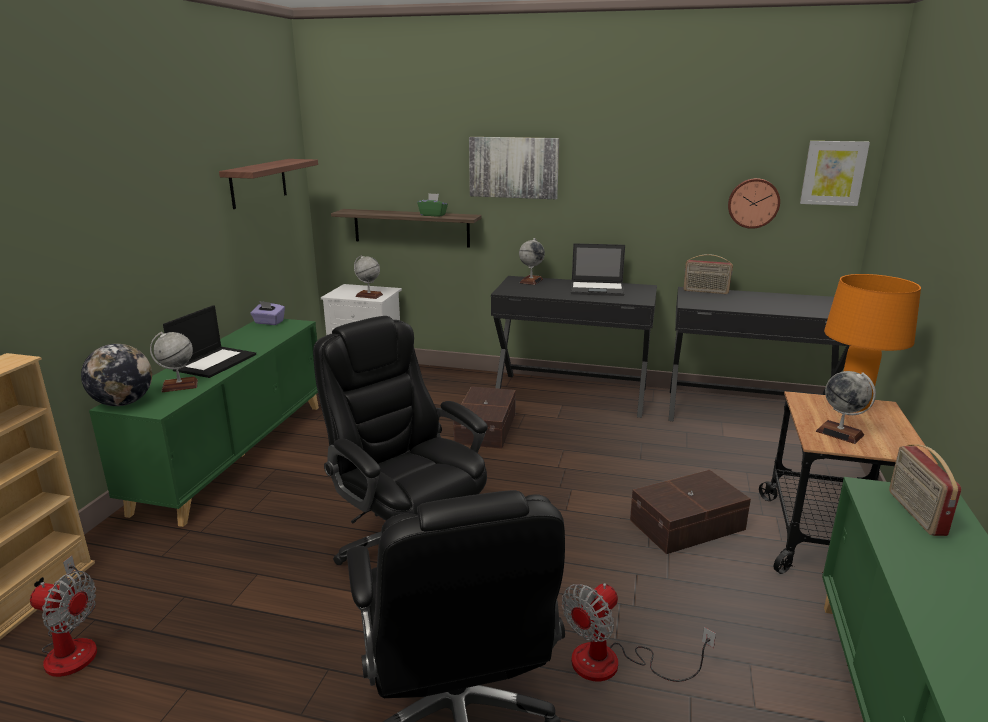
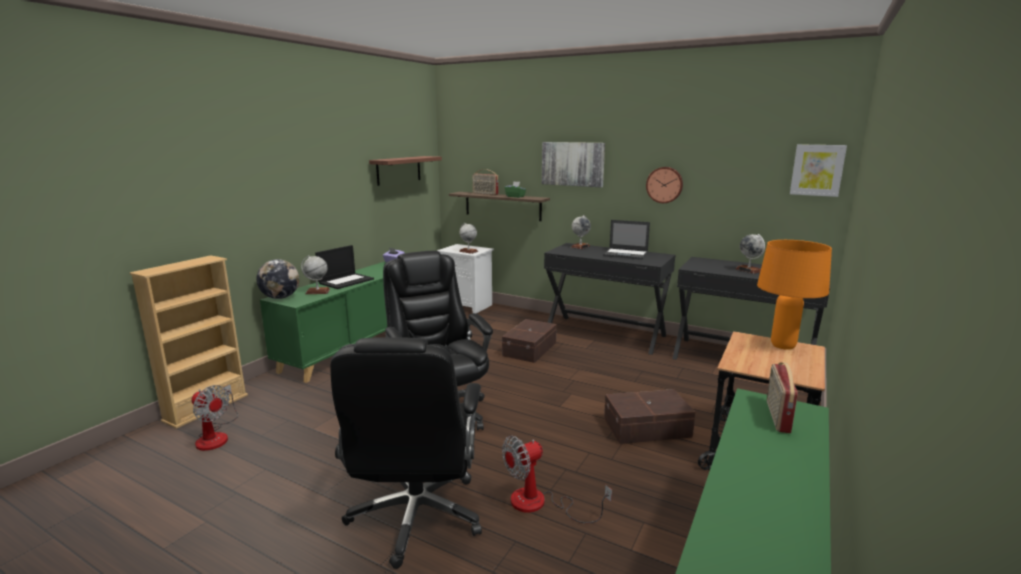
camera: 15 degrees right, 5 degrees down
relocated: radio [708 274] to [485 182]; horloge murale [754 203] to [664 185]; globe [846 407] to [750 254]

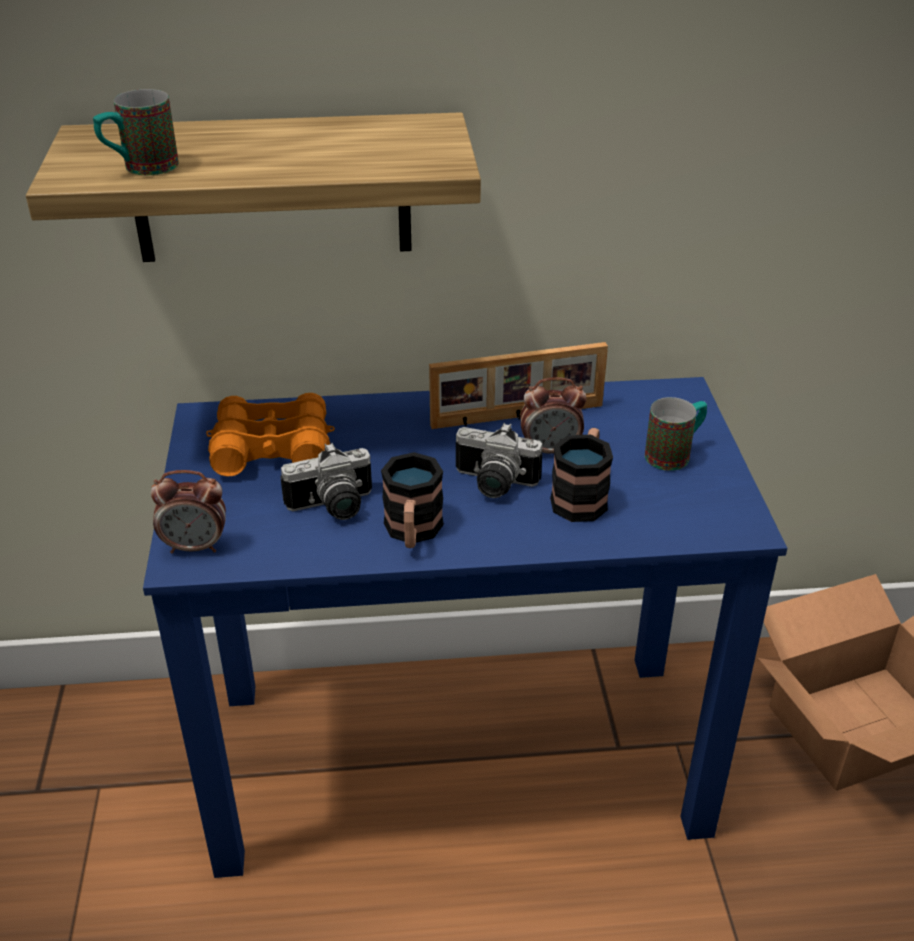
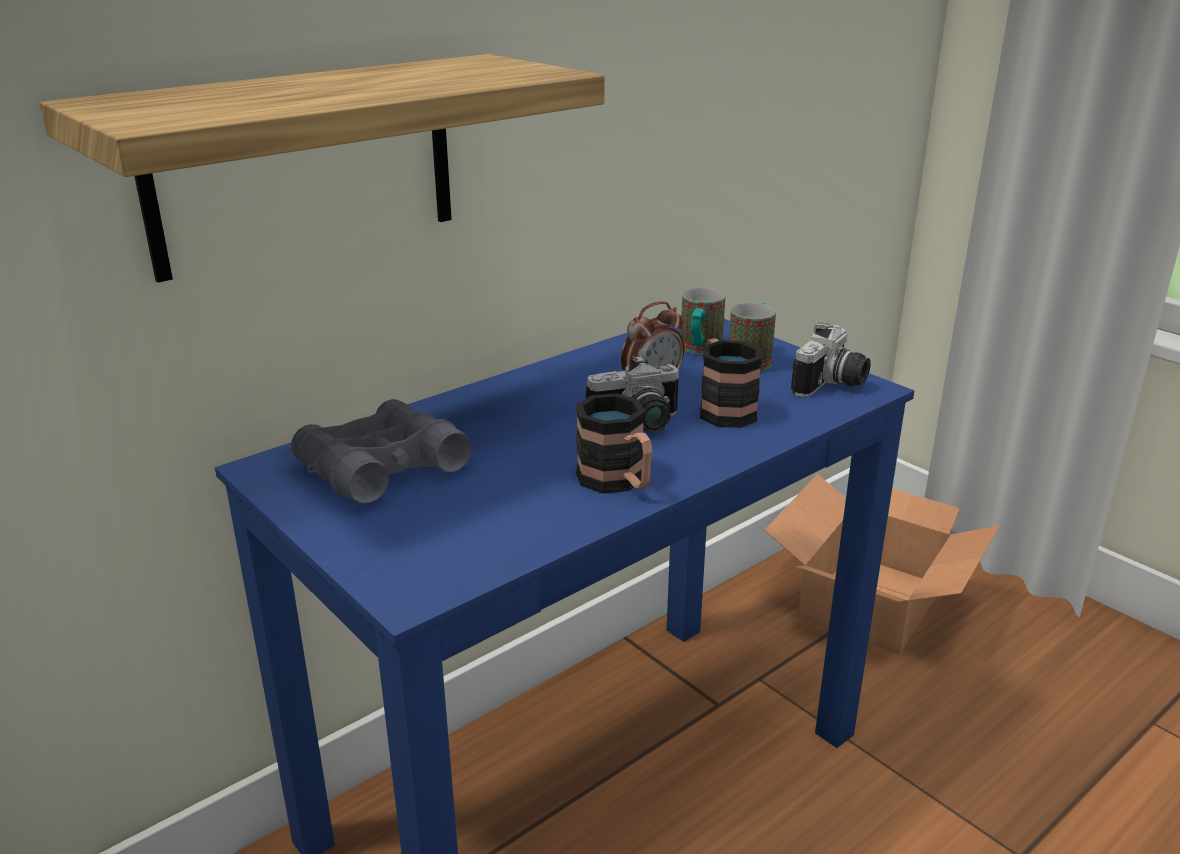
camera: 35 degrees left, 10 degrees down
missing: réveil [188 511]; cadre photo [518 385]
relocated: mug [136 132] to [703 321]; appareil photo [326 481] to [831 359]
colour: jumelles [orange] [270 435] to jumelles [gris] [381 451]

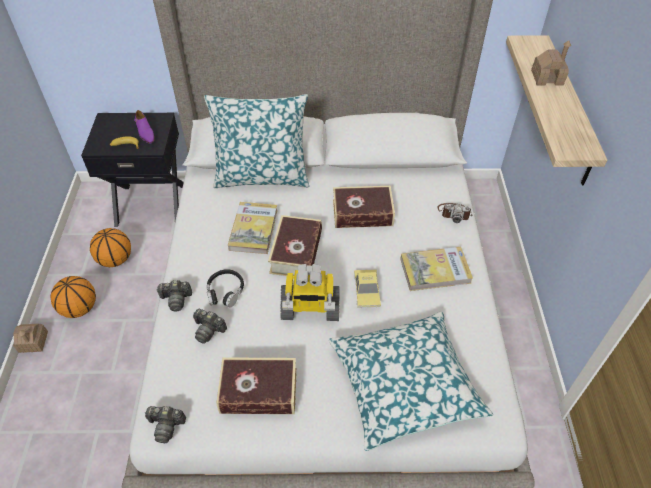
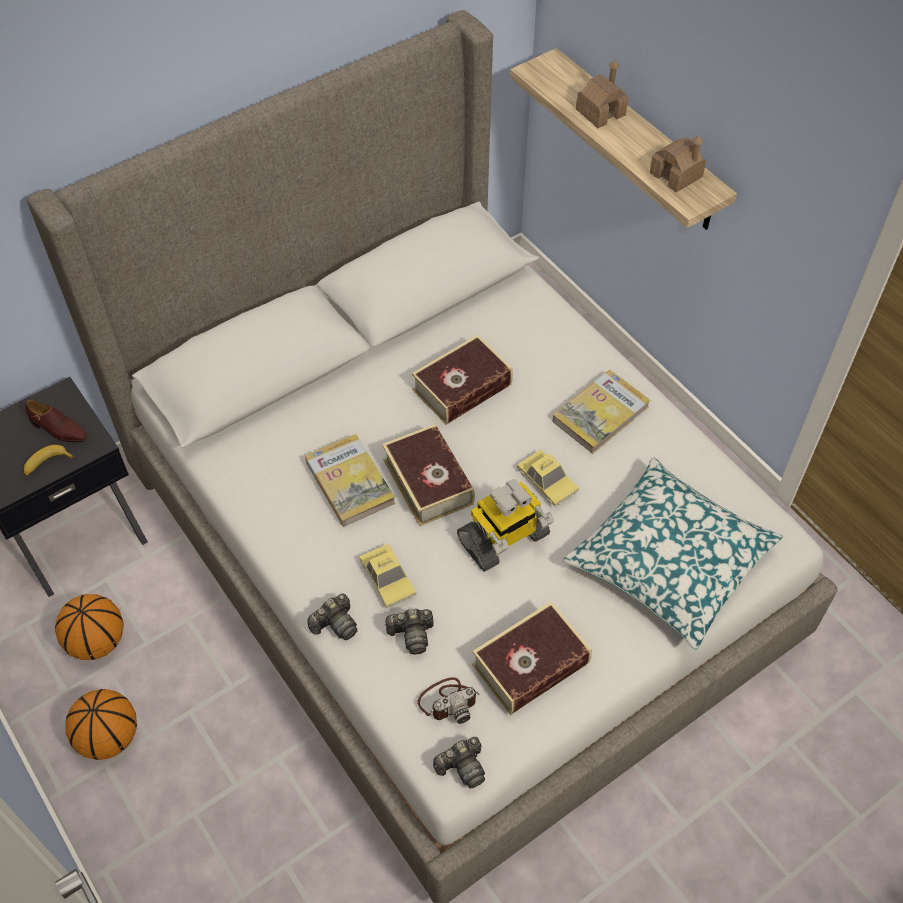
camera: 35 degrees left, 5 degrees up
missing: coussin [256 141]
relocated: maison miniature [30 338] to [678 164]; appareil photo [455 213] to [448 700]
exchanged: casque audio [noir] [225 288] to petite voiture [387 576]
colour: chaussure [violet] [144 127] to chaussure [marron] [56 421]

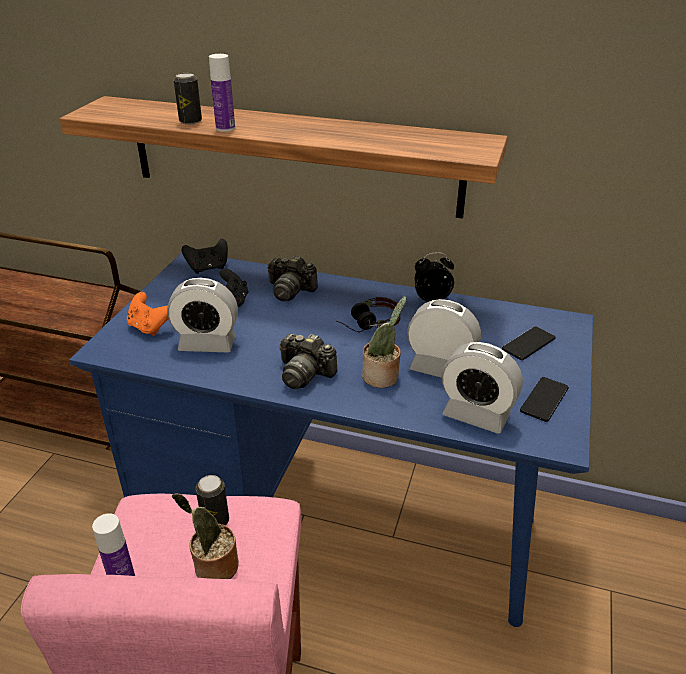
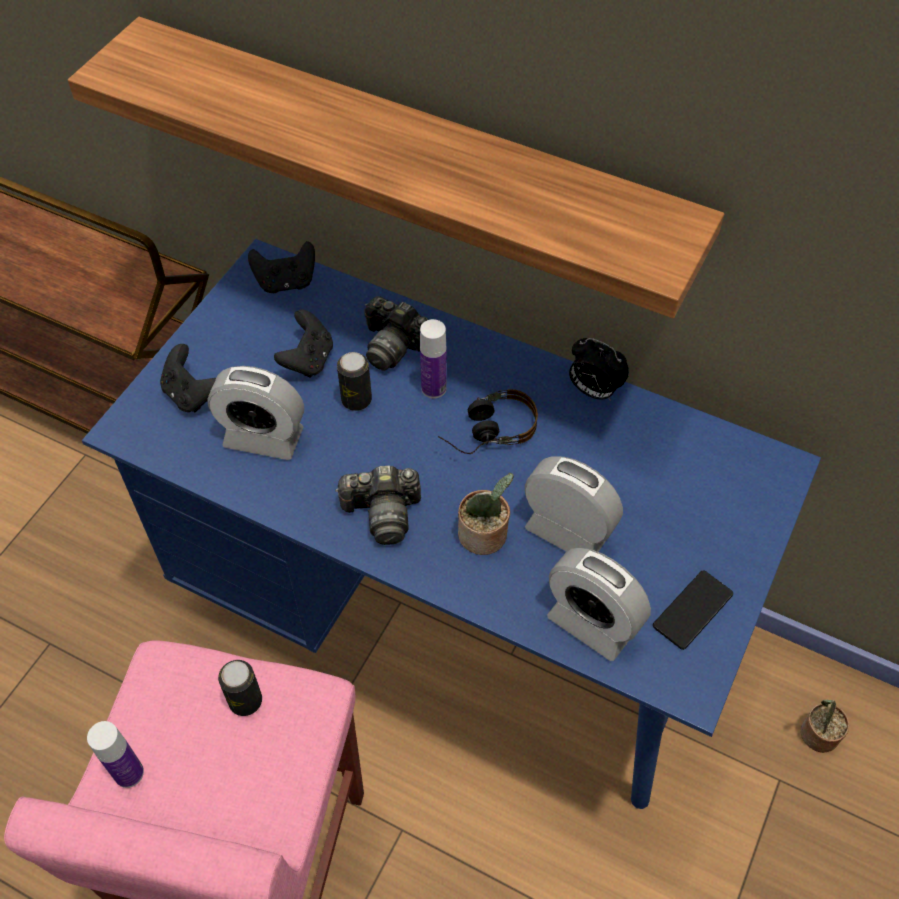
camera: 10 degrees right, 20 degrees up
missing: téléphone [529 343]
relocated: plante en pot [205 536] to [825 726]; boîte métallique [188 98] to [354 381]; bouteille [222 93] to [433 359]
colour: manette [orange] [148 314] to manette [noir] [188 378]
spun: appareil photo [309 361] = [378 505] 45 degrees counterclockwise; réveil [434 277] = [599 369] 150 degrees counterclockwise

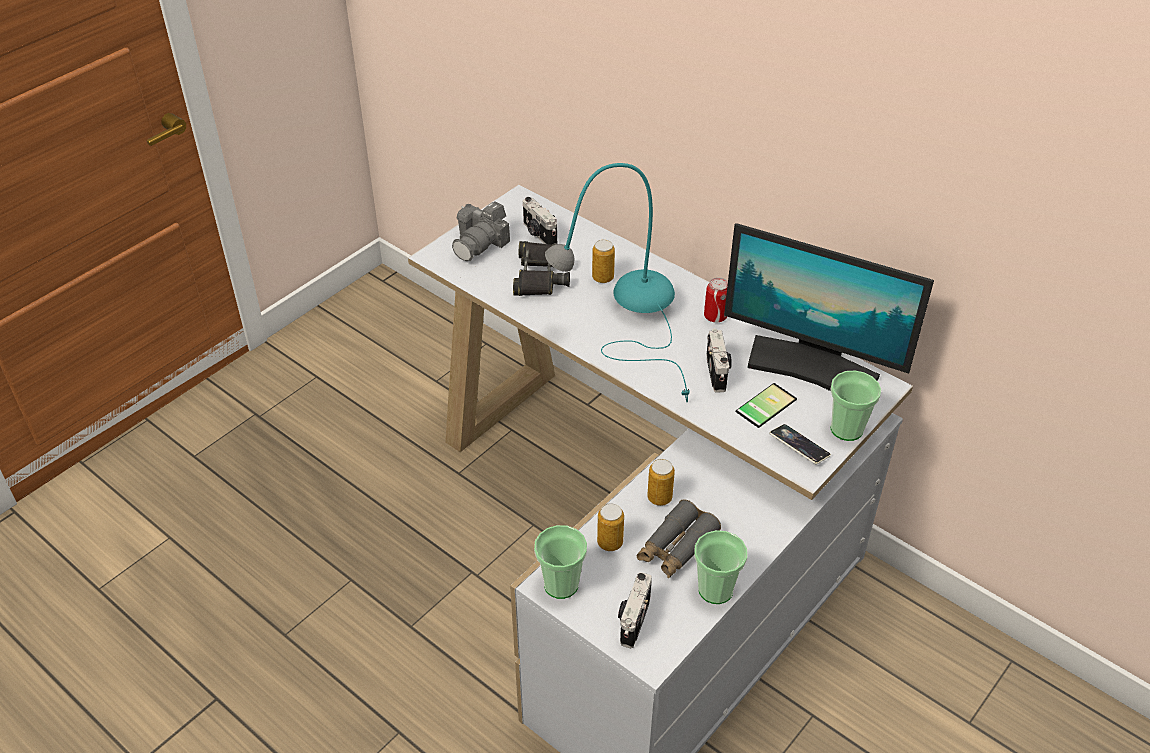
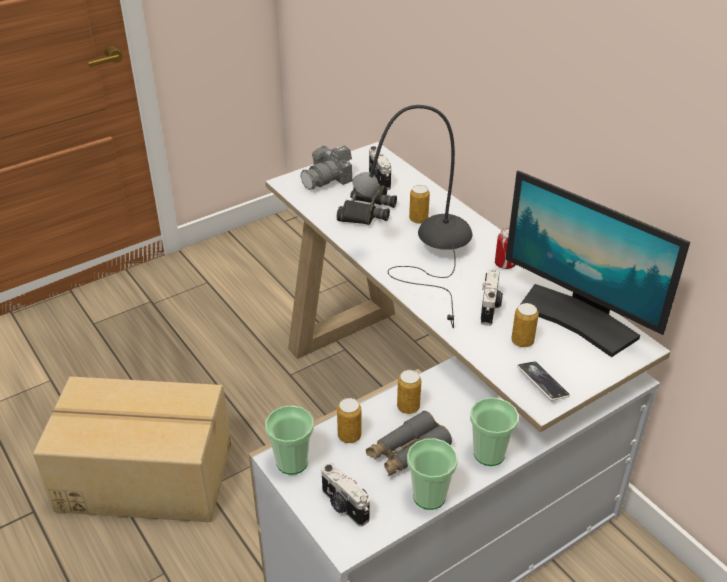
camera: 15 degrees right, 5 degrees down
appeared: carton [132 449]
relocated: tasse [855 405] to [494 431]
exchanged: téléphone [766 405] to boîte métallique [525 325]
colour: lampe de table [turquoise] [617 282] to lampe de table [gris] [412 216]
spun: appareil photo [635 610] = [345 495] 75 degrees counterclockwise

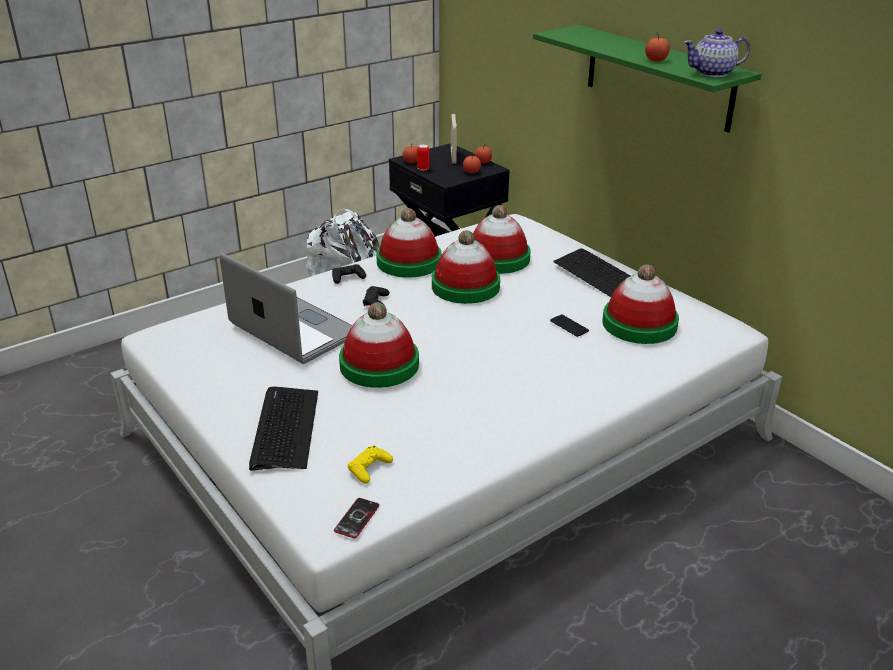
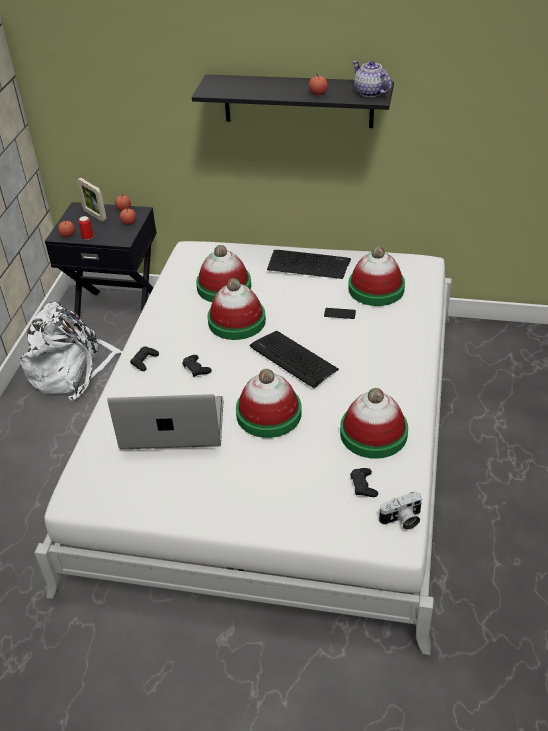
camera: 40 degrees left, 10 degrees up
relocated: clavier [283 428] to [294 359]; chapeau [409 243] to [374 423]
exchanged: téléphone [356 518] to appareil photo [400 511]
colour: manette [jaune] [370 465] to manette [noir] [364 482]; étagère [vert] [647 78] to étagère [noir] [293 101]
spun: théière [716 53] = [372 78] 105 degrees clockwise

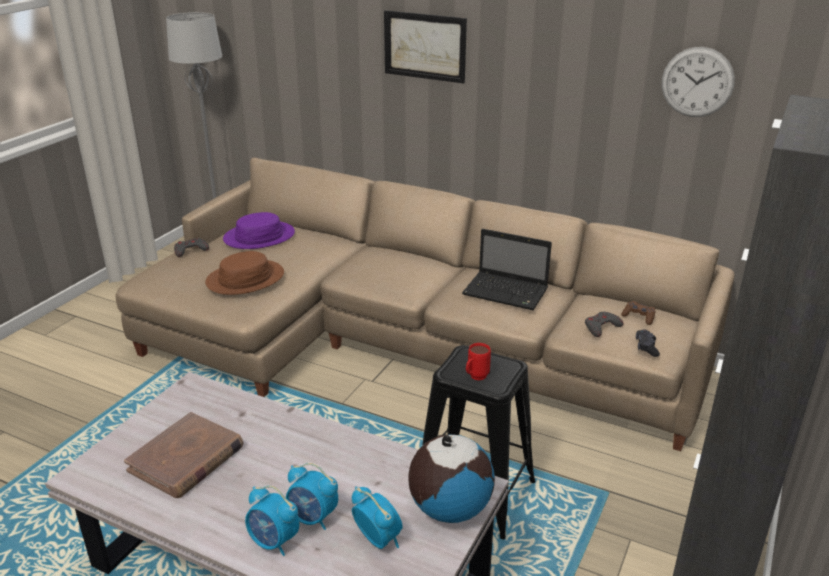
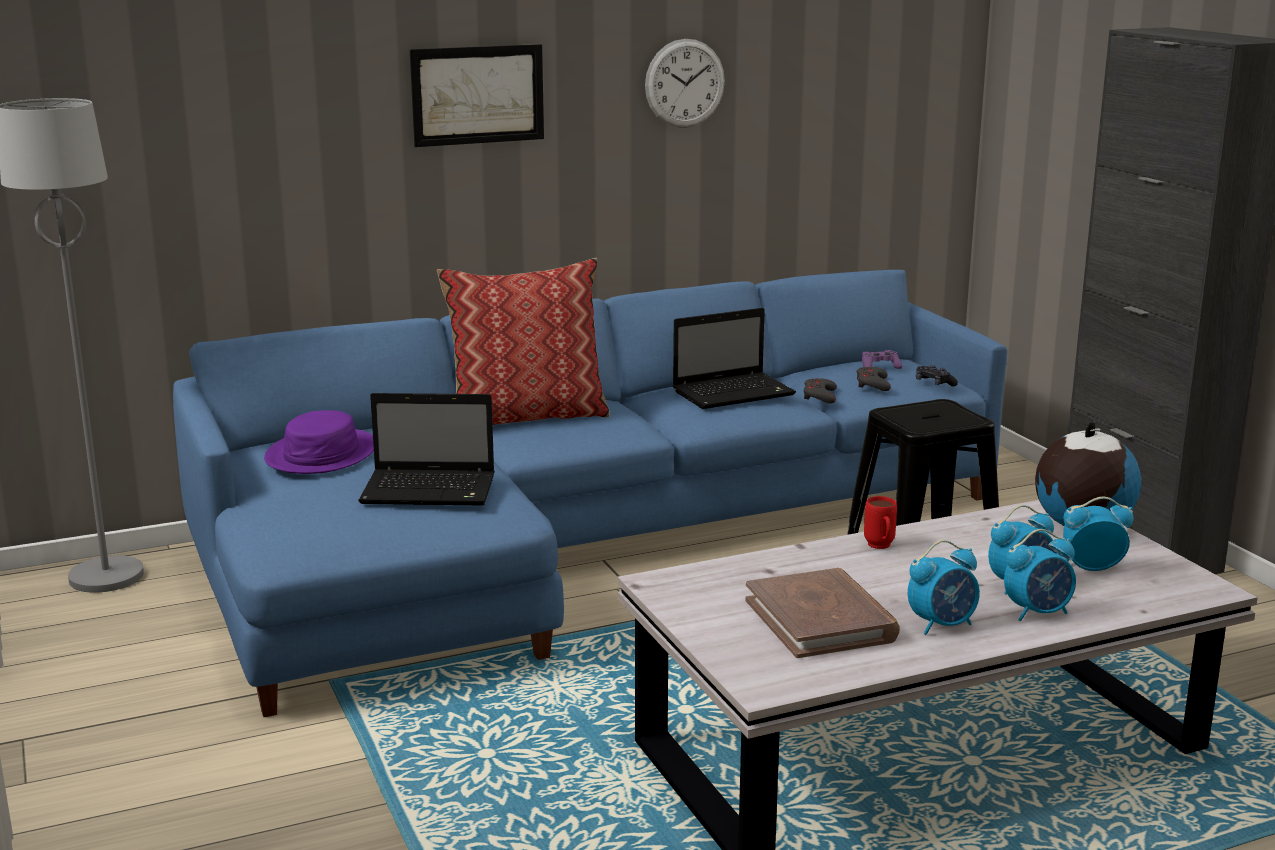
camera: 50 degrees left, 10 degrees down
appeared: coussin [523 341]; réveil [944 587]
relocated: manette [gris] [191 247] to [820 391]; mug [rouge] [478 361] to [880 522]; horloge murale [698 82] to [685 83]
exchanged: chapeau [marron] [244 273] to ordinateur portable [427 449]
colour: canapé [beige] [425 304] to canapé [bleu] [590 493]; manette [marron] [638 313] to manette [violet] [882 359]

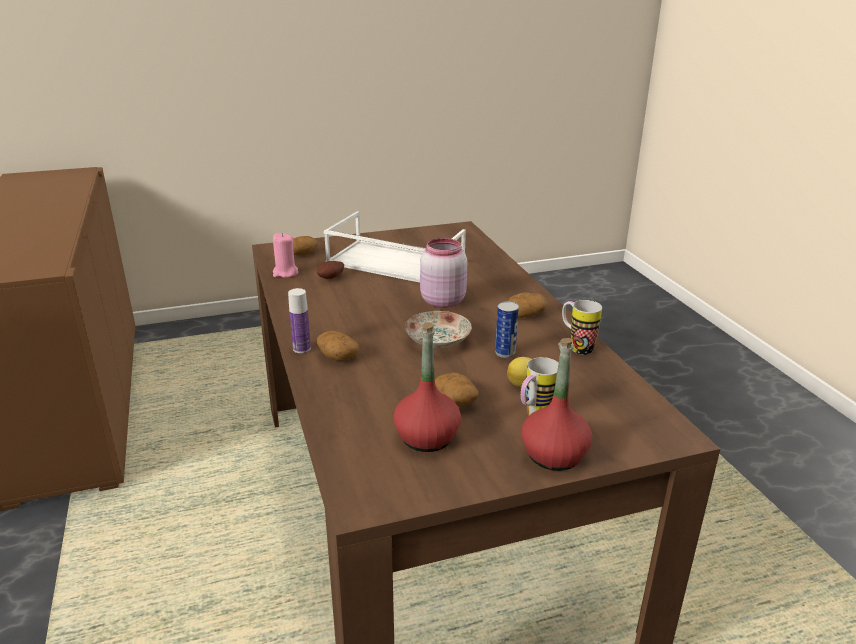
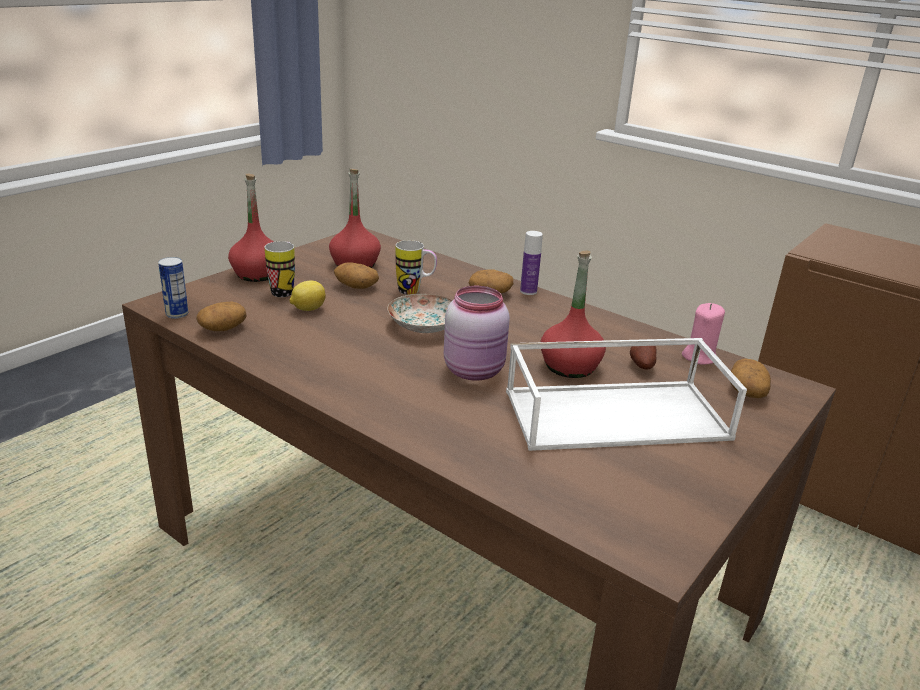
camera: 145 degrees right, 0 degrees up
appeared: bouteille [rouge] [573 314]
relocated: boîte métallique [507 329] to [173 288]; pomme de terre [527 305] to [221 316]; mug [582 327] to [416 267]

